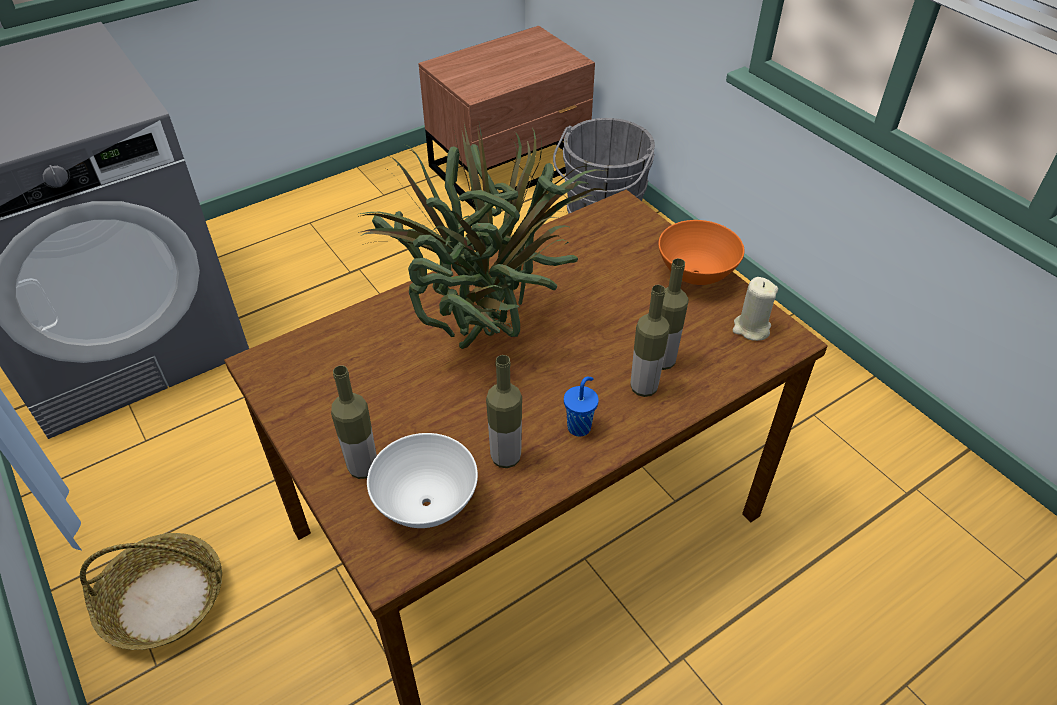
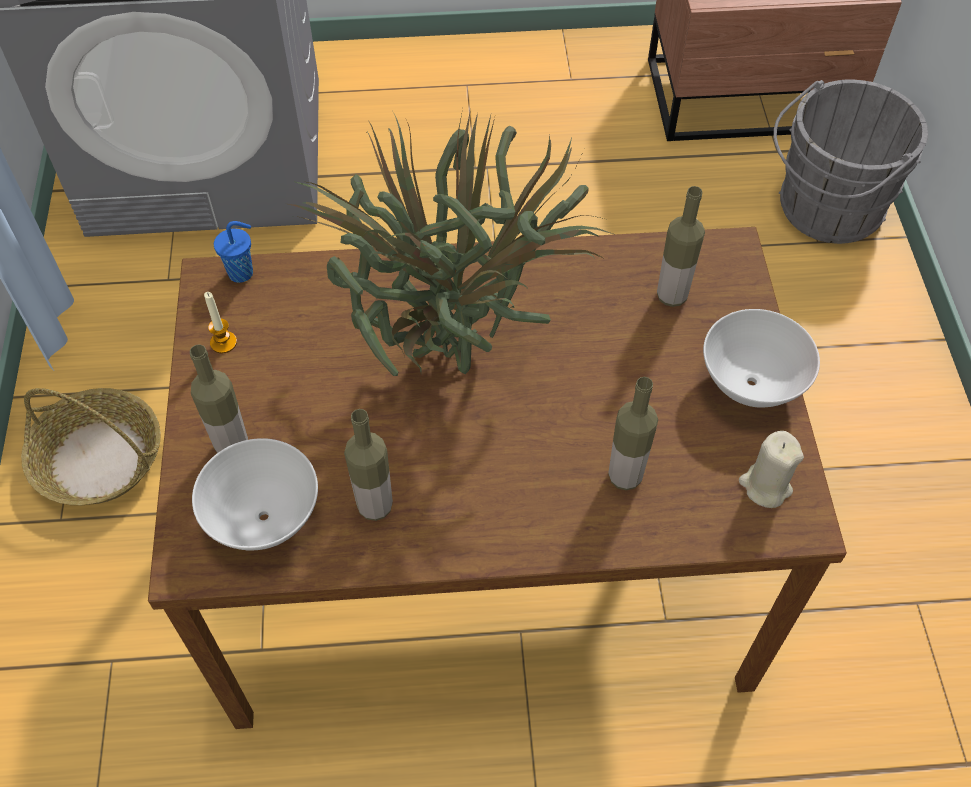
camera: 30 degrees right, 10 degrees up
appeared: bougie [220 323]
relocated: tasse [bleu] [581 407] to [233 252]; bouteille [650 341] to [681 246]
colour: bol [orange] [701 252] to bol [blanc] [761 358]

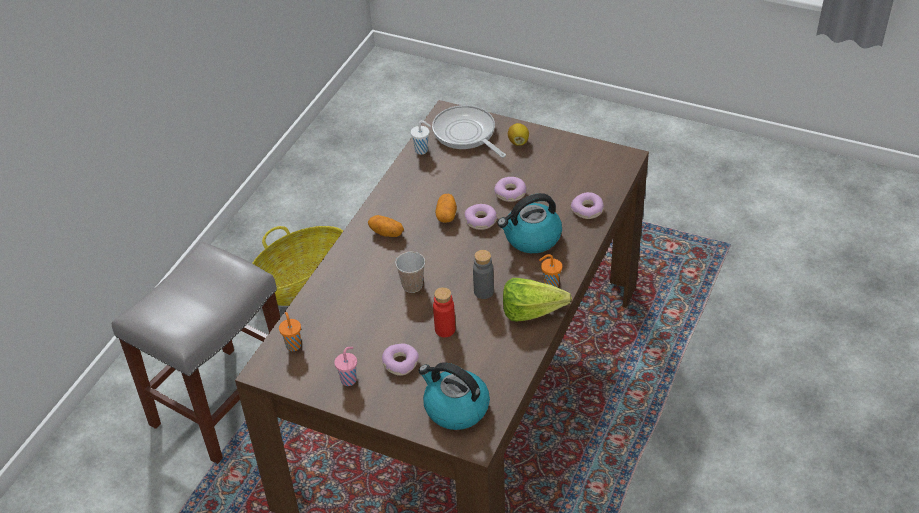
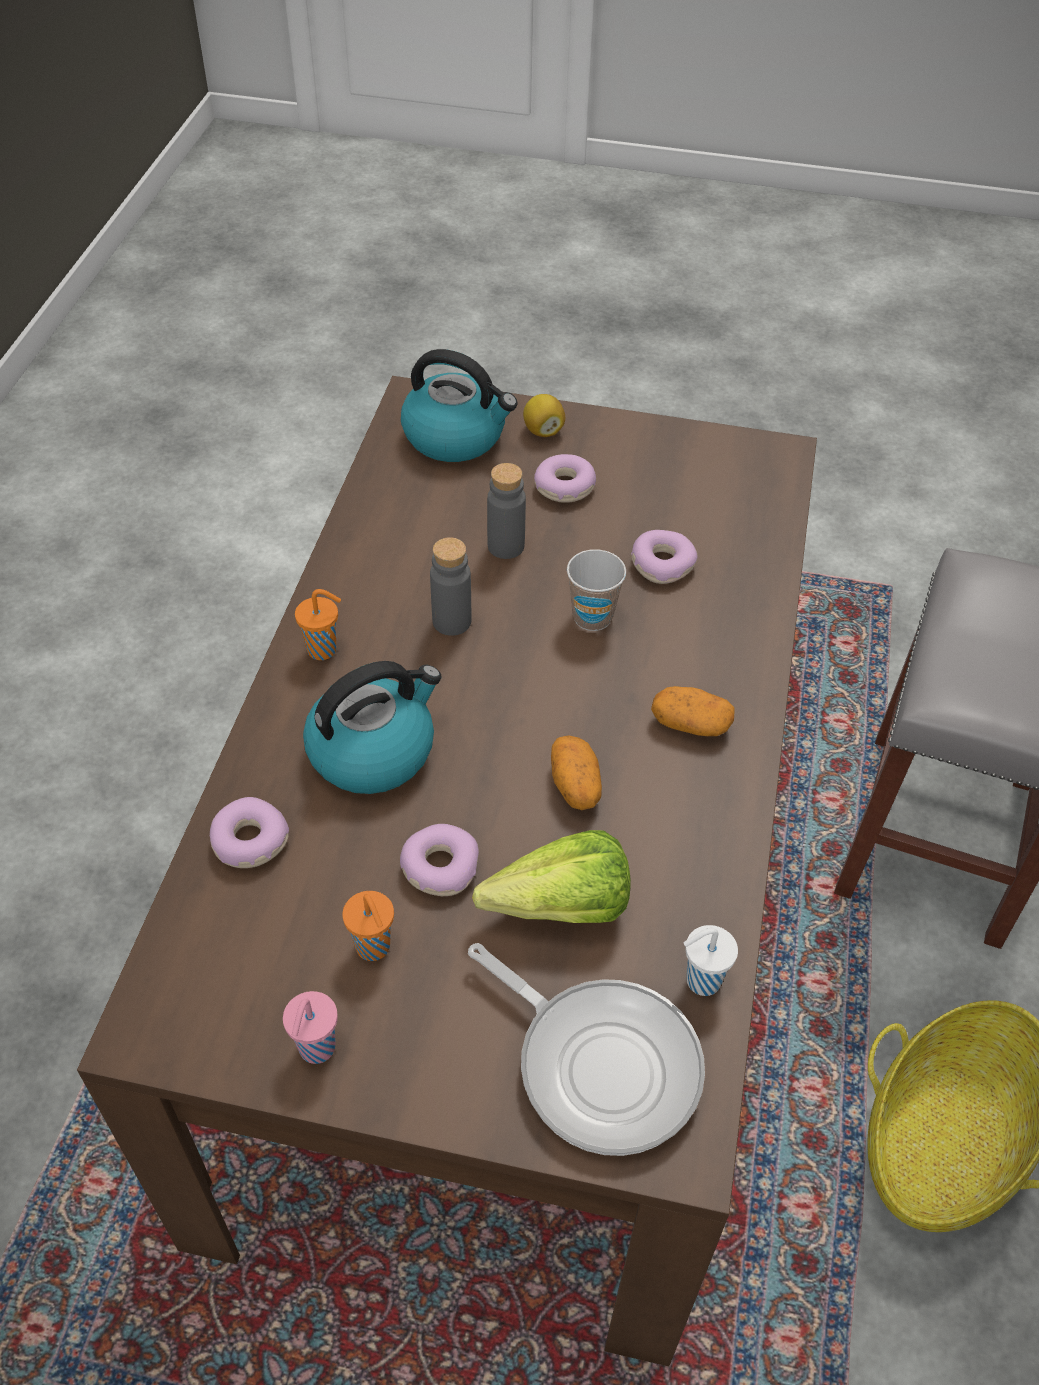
camera: 165 degrees right, 5 degrees up
relocated: tasse [orange] [290 331] to [368 926]; tasse [rose] [345 366] to [310 1027]; beignet [480 217] to [664 557]; laitue [537 300] to [551 876]; citron [518 134] to [544 415]
colour: bouteille [rouge] [444 312] to bouteille [gris] [506 511]

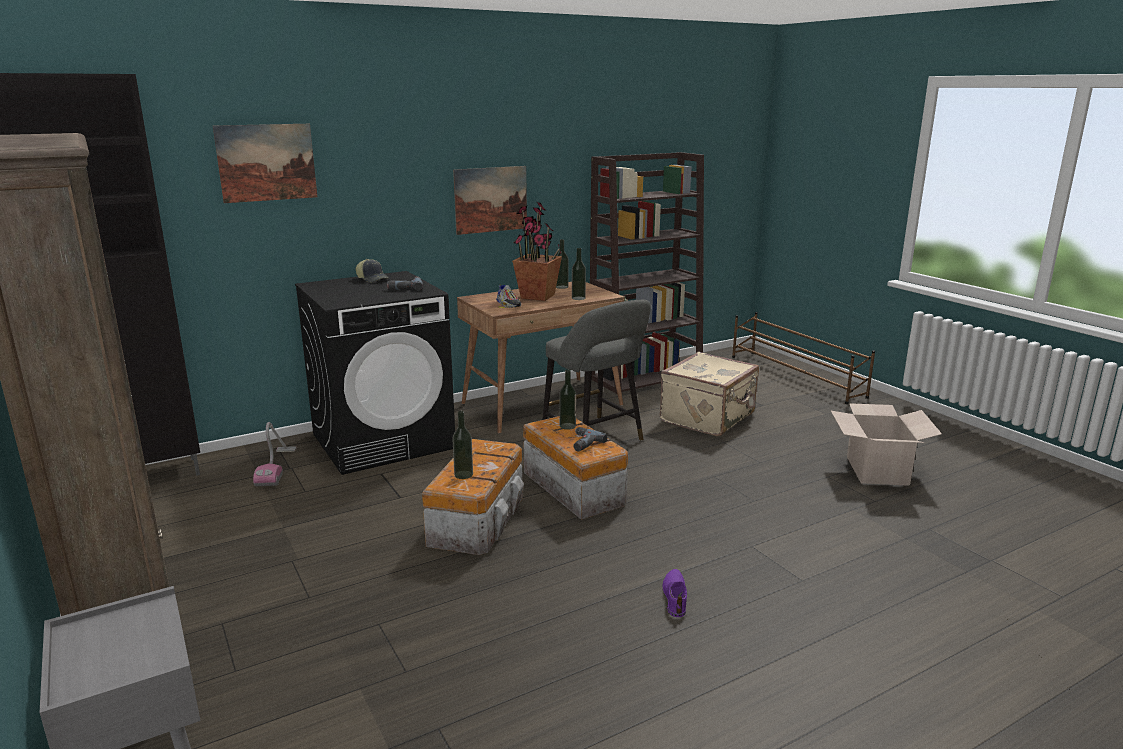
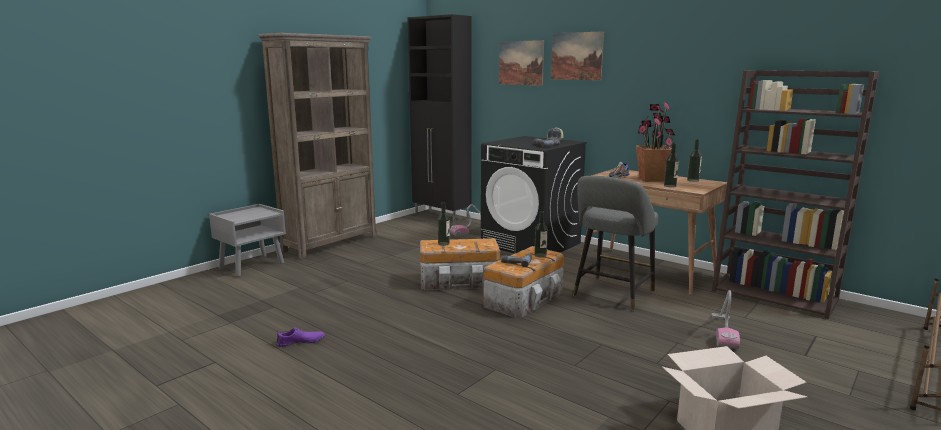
camera: 70 degrees right, 5 degrees down
relocated: tableau [490 200] to [577 55]; chaussure [violet] [675 593] to [300 337]
exchanged: valise [beige] [709 394] to aspirateur [726 319]

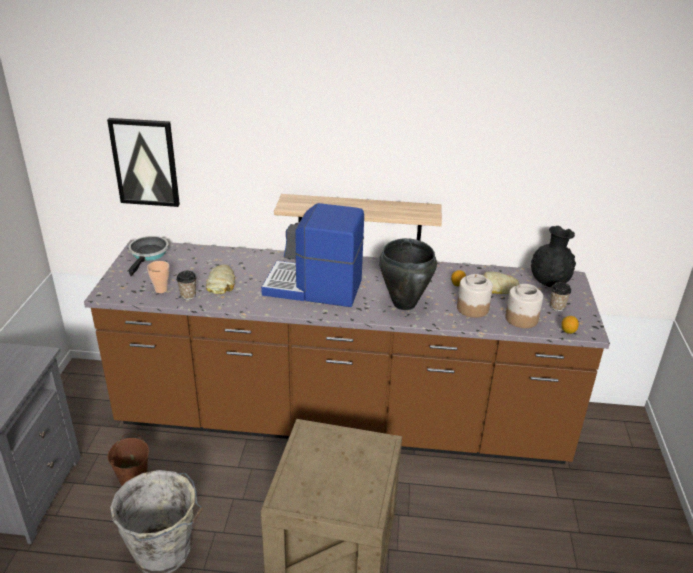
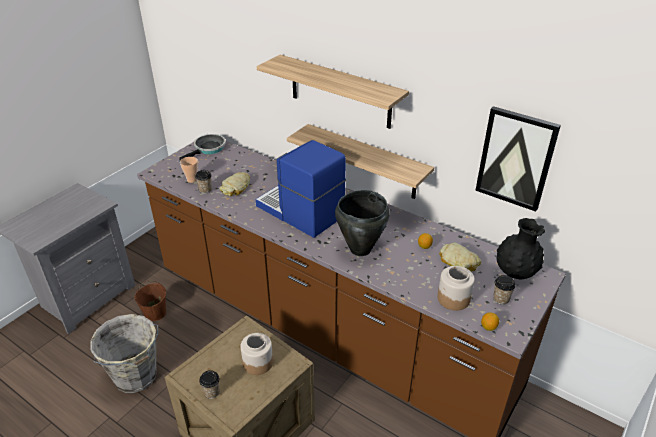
camera: 30 degrees right, 5 degrees up
appeared: tasse [209 384]; étagère [333 92]
relocated: tableau [143 162] to [518 159]; bocal [475 296] to [257 354]

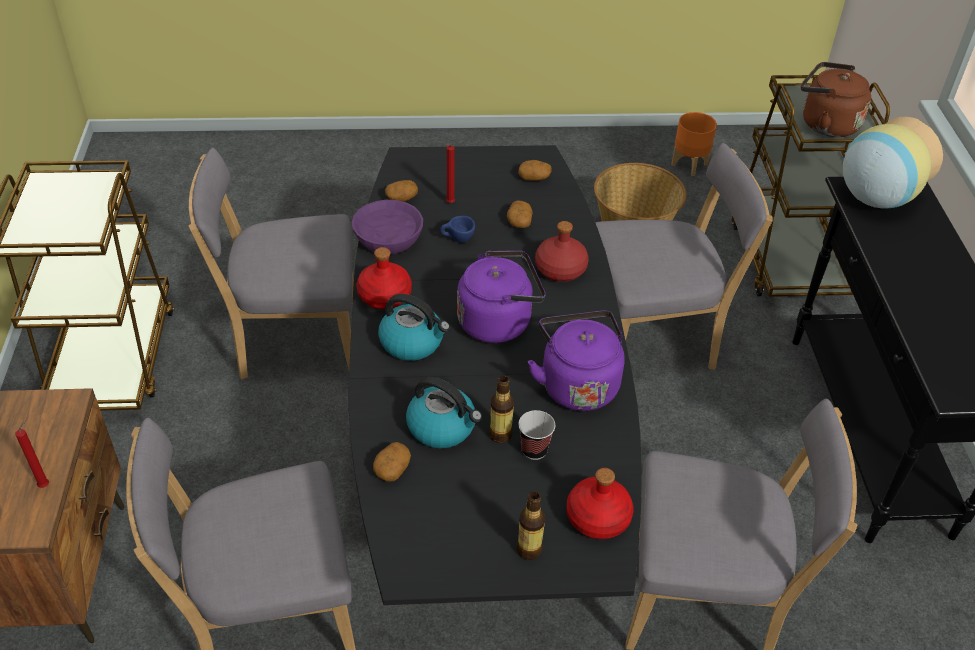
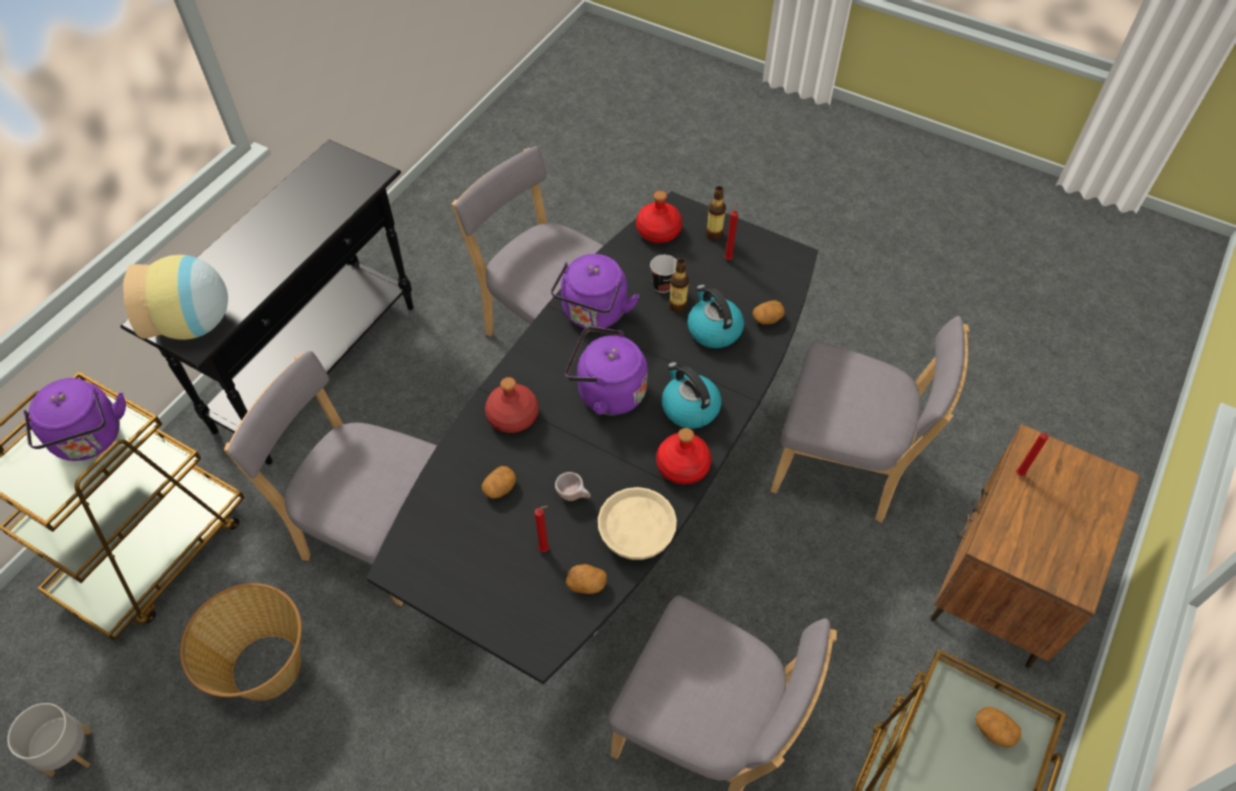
camera: 145 degrees left, 10 degrees up
appeared: bougie [rouge] [731 231]
relocated: pomme de terre [535 170] to [998 727]
colour: bol [violet] [387 227] to bol [beige] [637 523]; tasse [bleu] [457 229] to tasse [beige] [573 486]; cache-pot [orange] [694 144] to cache-pot [gris] [49 740]; bouilloire [marron] [836 99] to bouilloire [violet] [74 419]

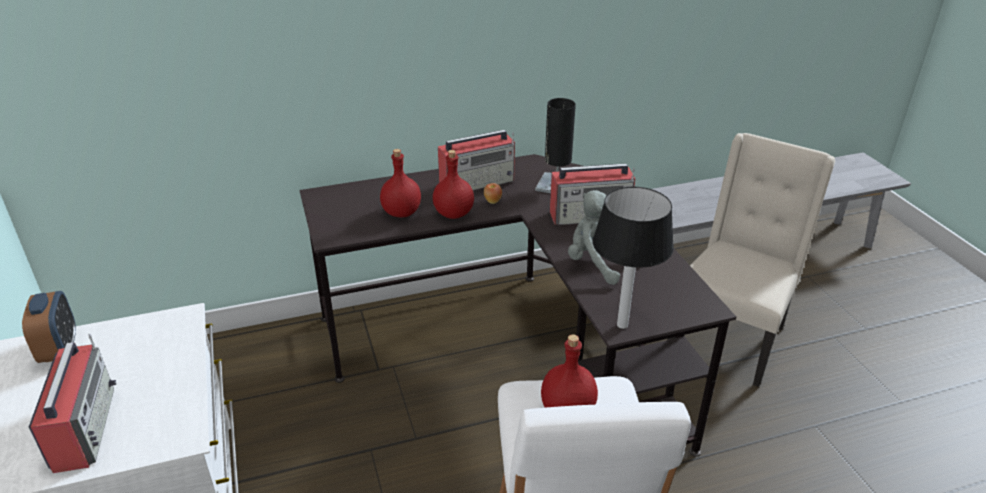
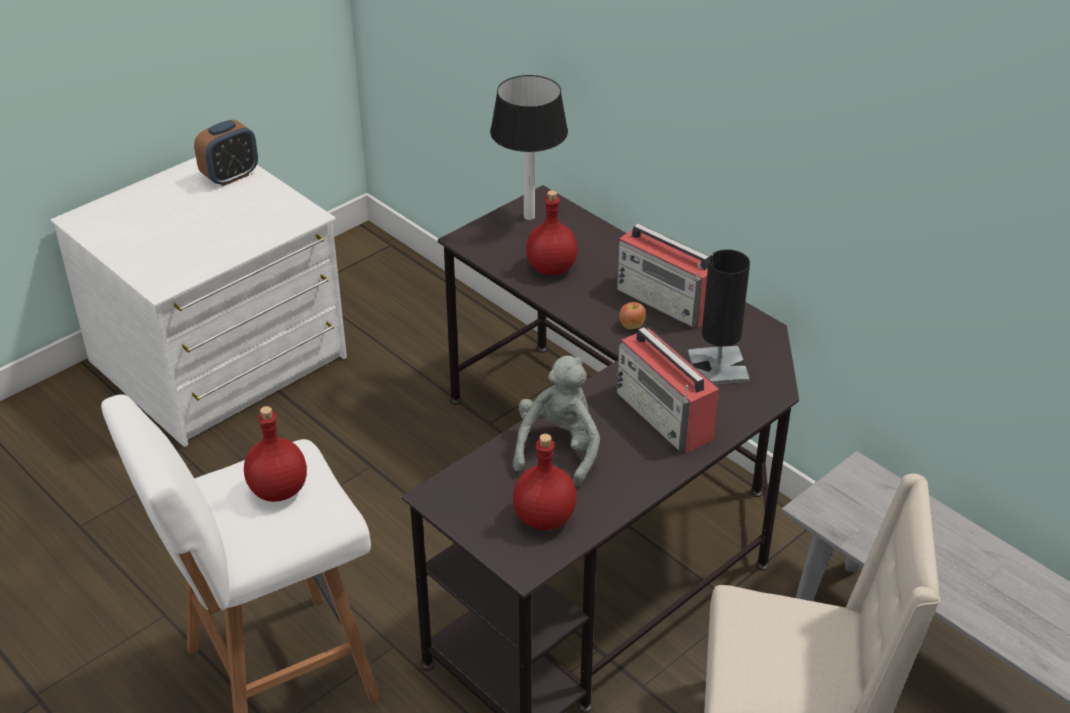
camera: 65 degrees right, 5 degrees up
missing: radio [72 403]
relocated: bouteille [rouge] [453 184] to [545 482]; lampe de table [633 258] to [529 147]

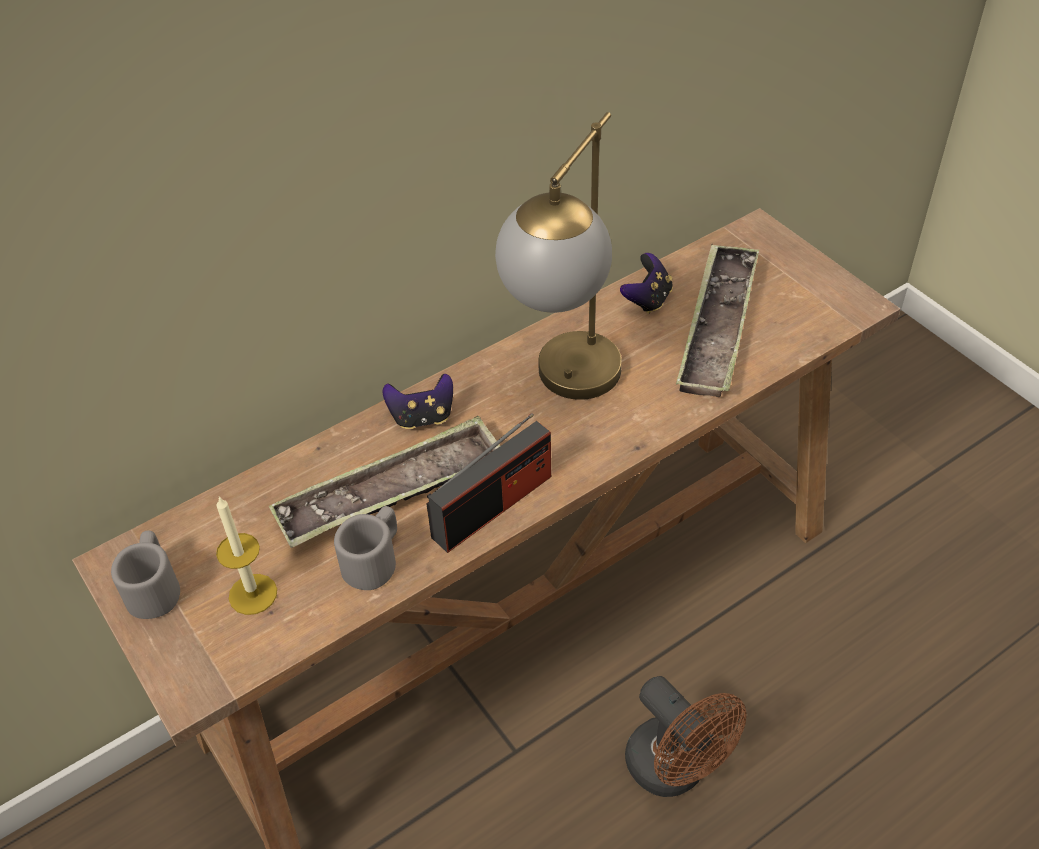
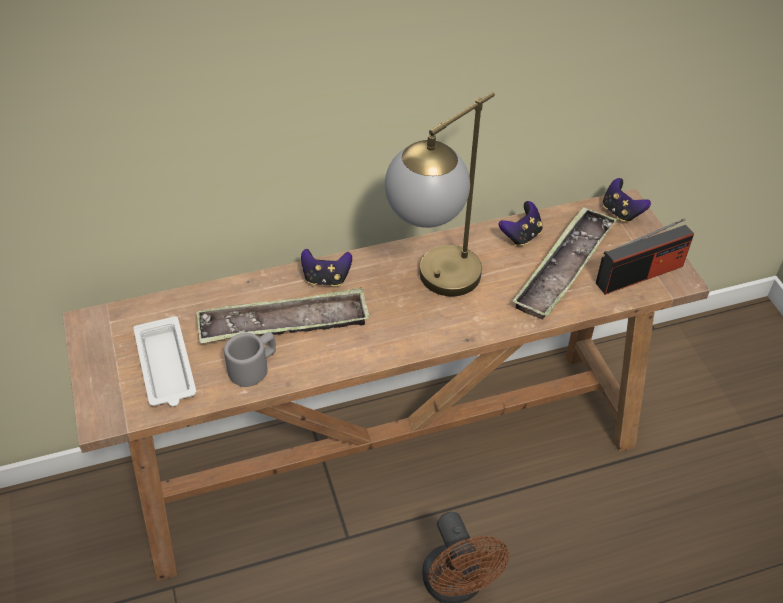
camera: 15 degrees right, 0 degrees up
missing: mug [gris] [145 575]
appeared: manette [627 200]
relocated: radio [488 483] to [645 256]
exchanged: bougie [246 555] to plateau [blanc] [165 361]

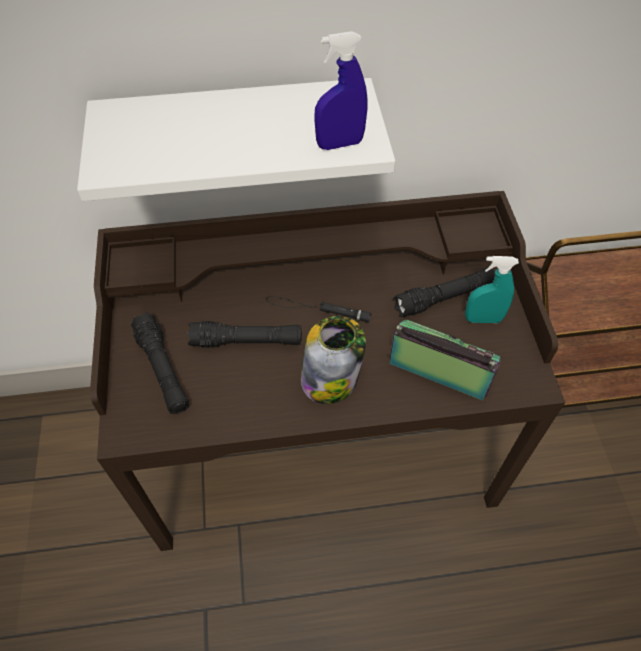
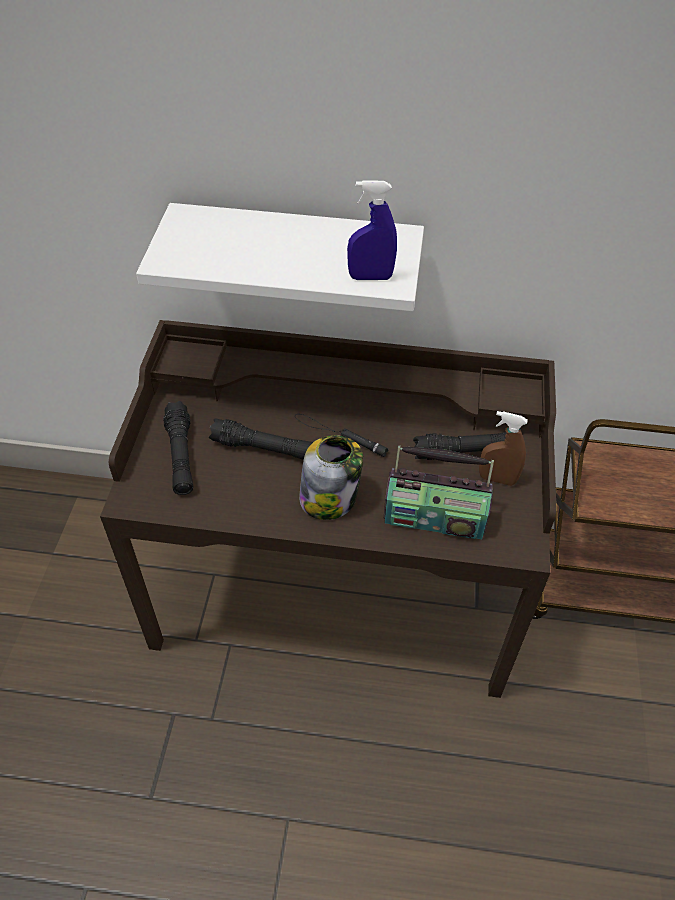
camera: 15 degrees right, 5 degrees down
colour: vaporisateur [turquoise] [492 289] to vaporisateur [marron] [503 448]
spun: radio [445 360] = [439 492] 150 degrees clockwise

